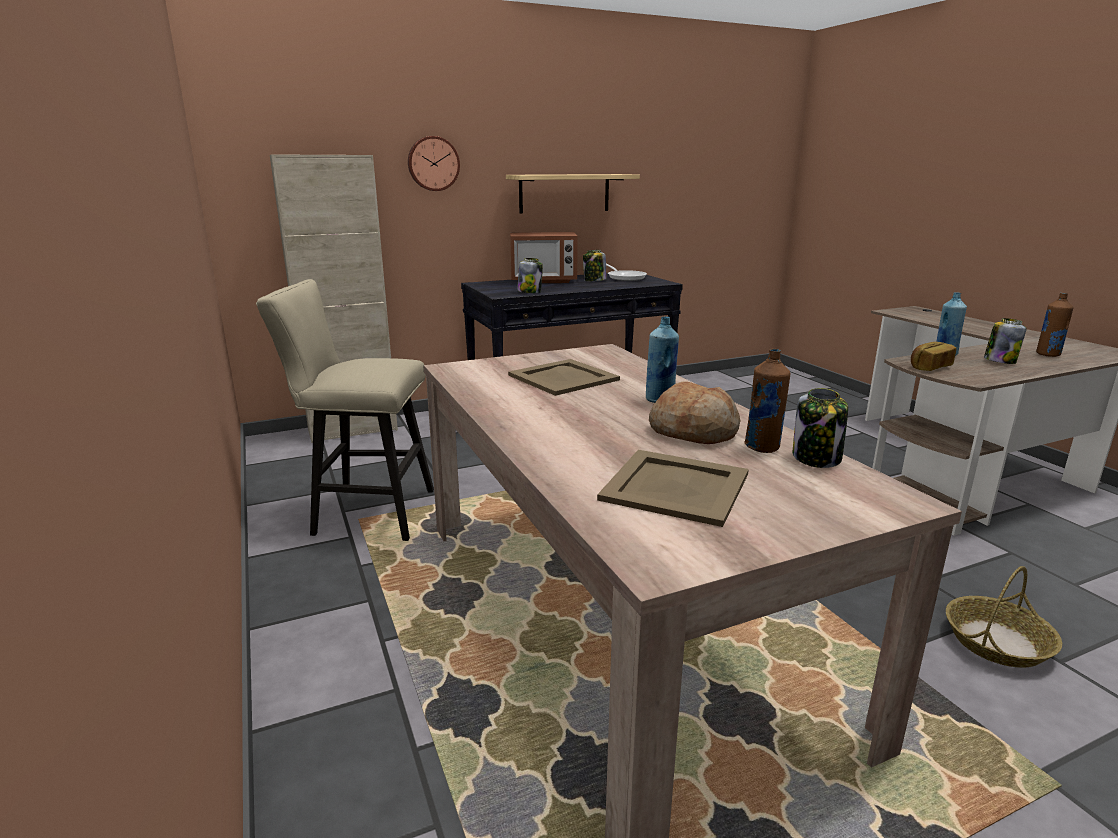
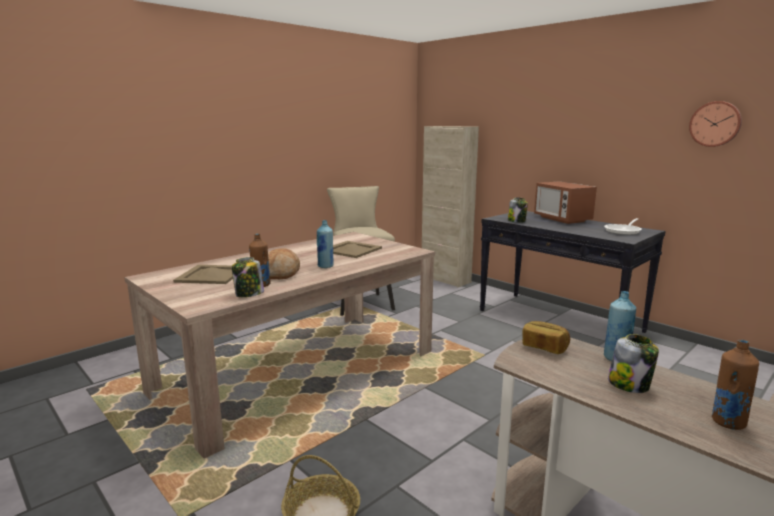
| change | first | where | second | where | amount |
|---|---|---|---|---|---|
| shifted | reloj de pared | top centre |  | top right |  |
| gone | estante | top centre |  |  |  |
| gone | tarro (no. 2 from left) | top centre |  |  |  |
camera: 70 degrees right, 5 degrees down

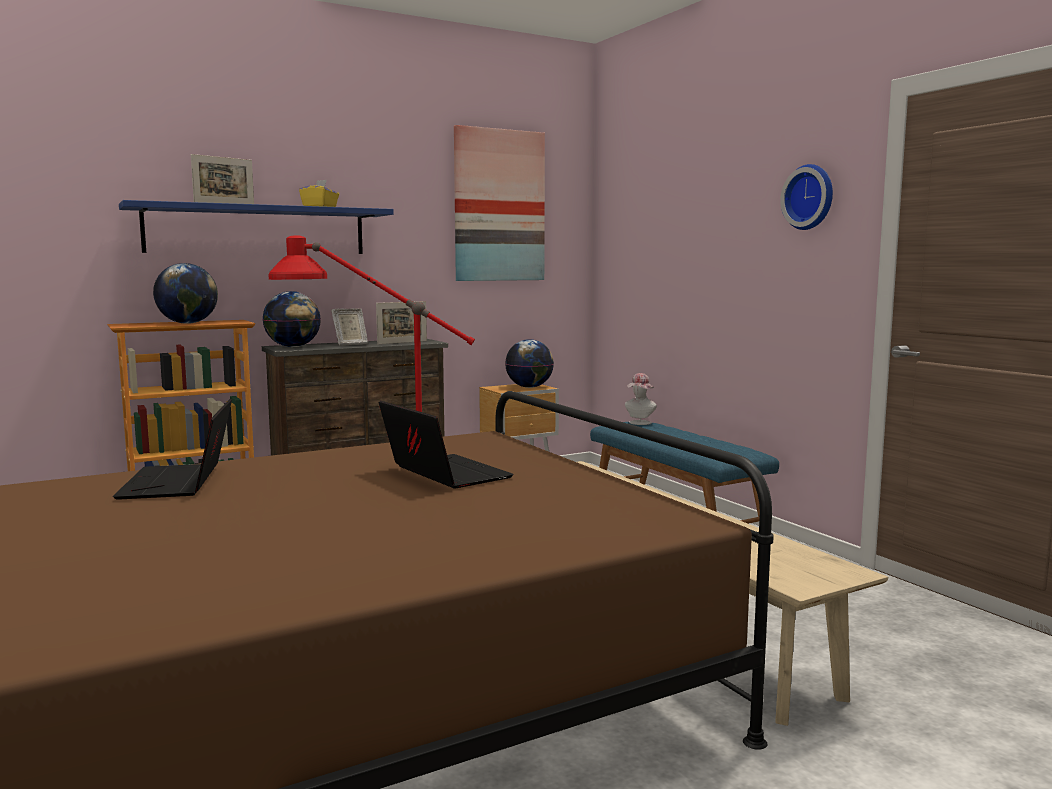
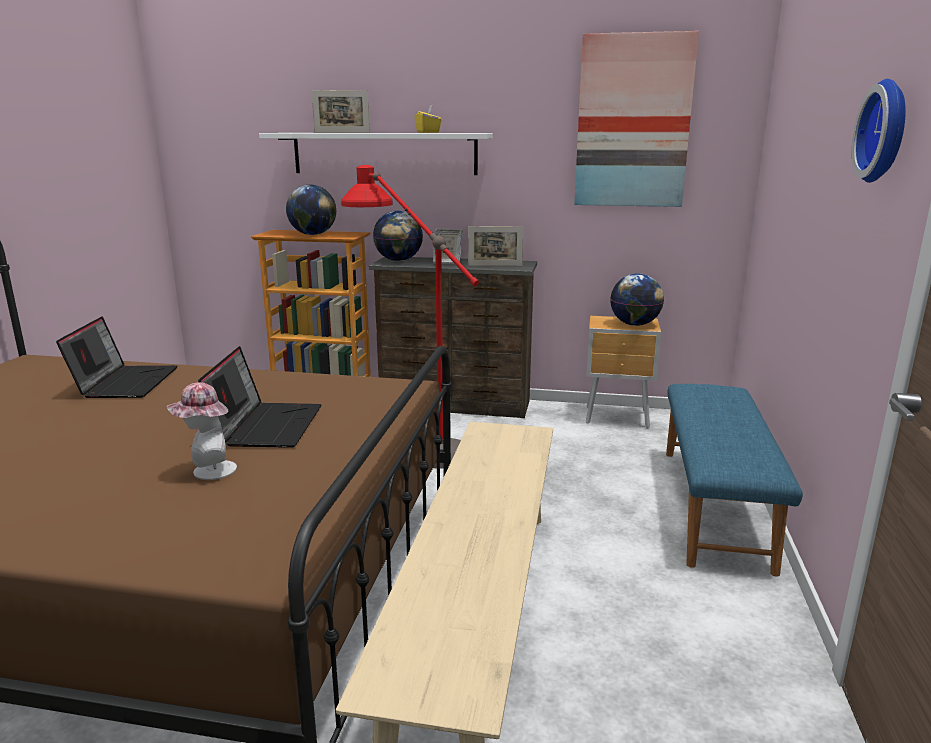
| change | first | where | second | where | amount |
|---|---|---|---|---|---|
| repainted | estante/azul | top left | estante/blanco | top centre |  |
| shifted | sombrero | centre |  | middle left |  |
| rotated | portátil (no. 1 from left) | middle left |  | middle left | 150 degrees clockwise |
camera: 40 degrees right, 10 degrees up

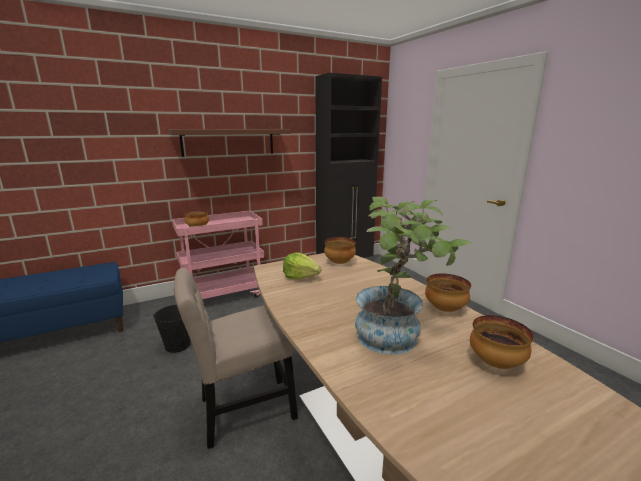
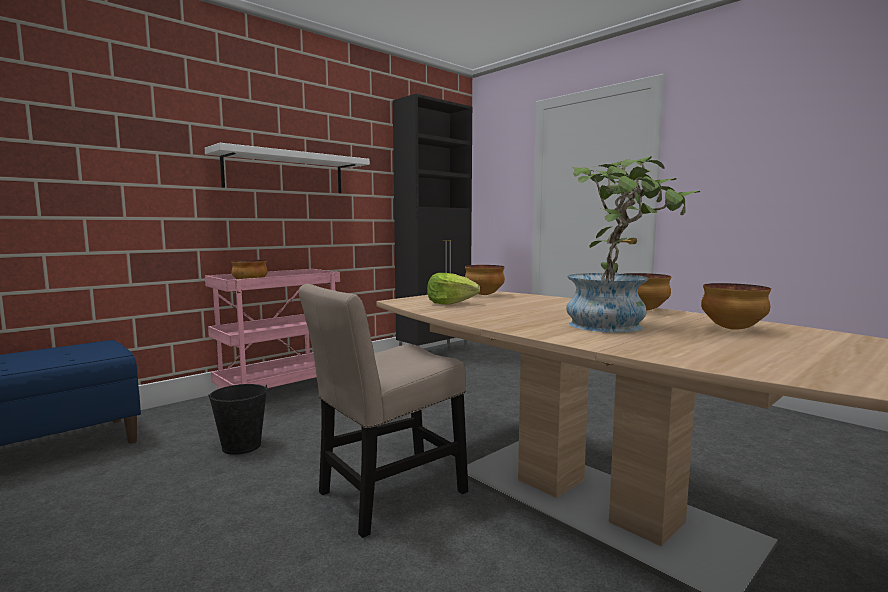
| change | first | where | second | where | amount |
|---|---|---|---|---|---|
| repainted | estante/marrón | top centre | estante/blanco | top left |  |
camera: 15 degrees left, 10 degrees down

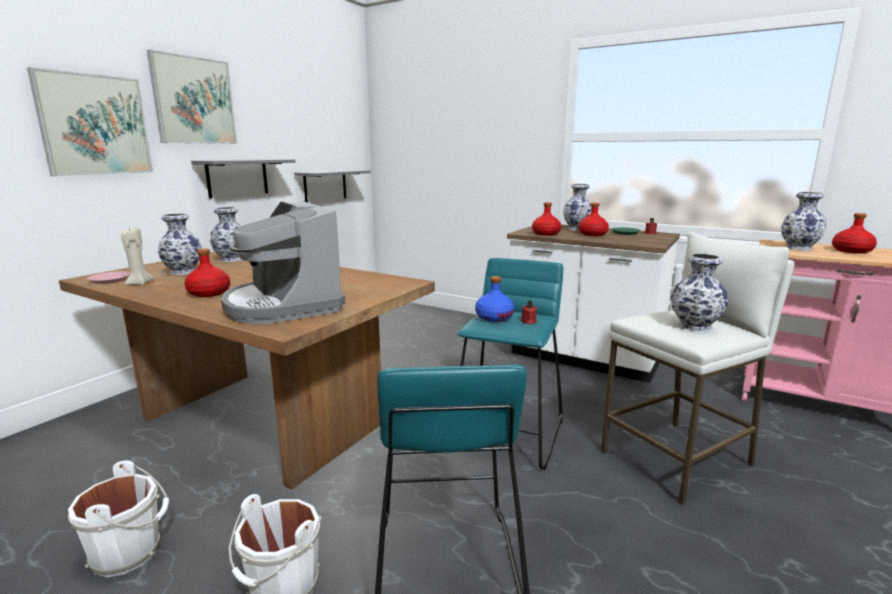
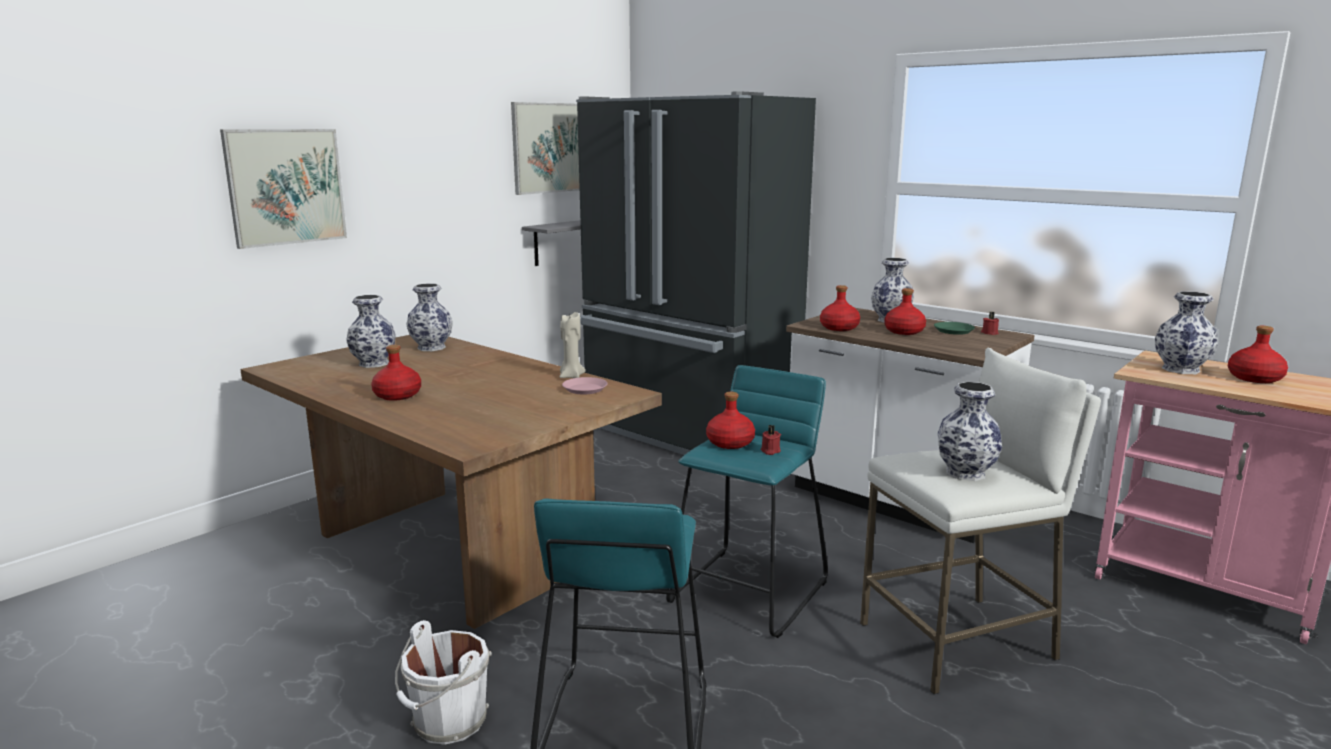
| change | first | where | second | where | amount |
|---|---|---|---|---|---|
| shifted | cuadro (no. 2 from left) | top left |  | top centre |  |
| gone | estante/gris (no. 1 from left) | top left |  |  |  |
| gone | cafetera | middle left |  |  |  |
| shifted | vela/beis | middle left |  | centre |  |
| shifted | plato/rosa | middle left |  | centre |  |
| repainted | botella/azul | centre | botella/rojo (no. 2 from left) | centre |  |
| gone | cubo/blanco (no. 1 from left) | bottom left |  |  |  |
| new |  |  | nevera/negro | centre |  |
camera: 10 degrees right, 0 degrees up

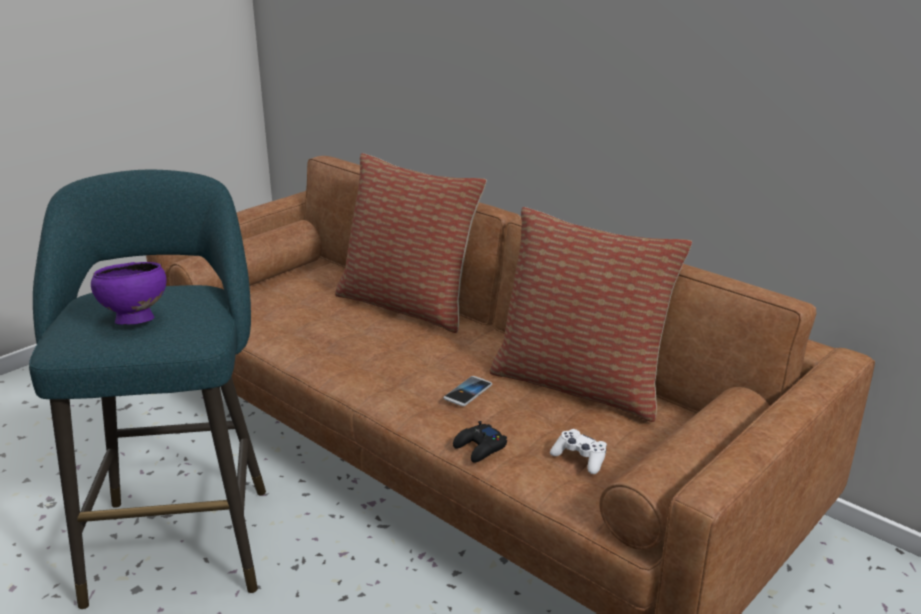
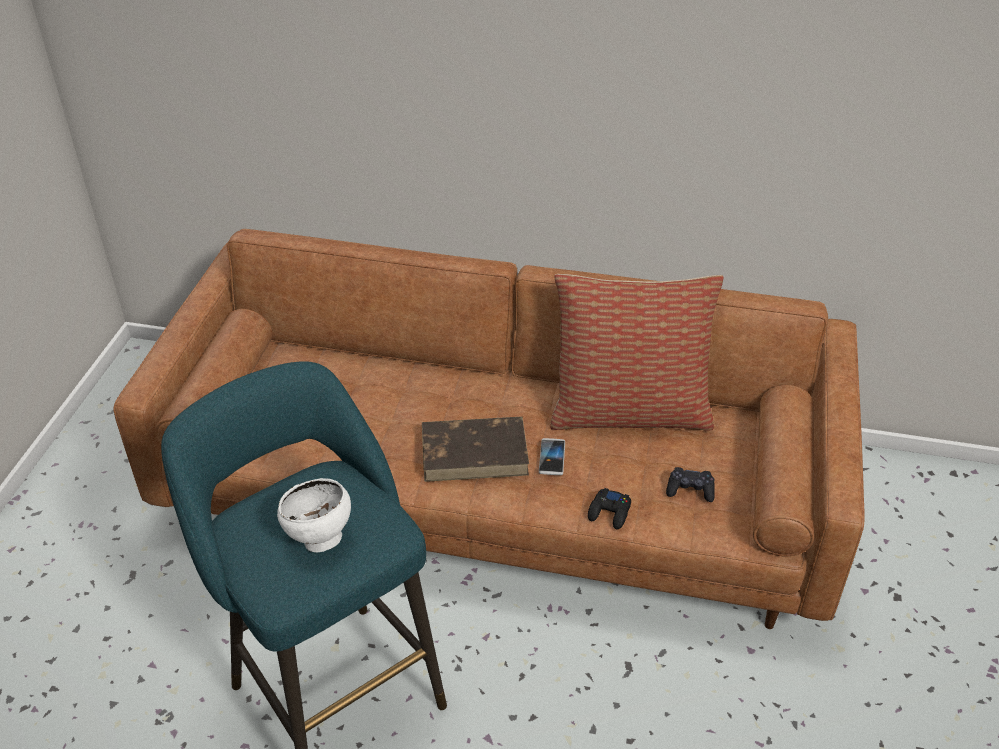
| change | first | where | second | where | amount |
|---|---|---|---|---|---|
| gone | cojín (no. 1 from left) | centre |  |  |  |
| repainted | cuenco/morado | middle left | cuenco/blanco | bottom left |  |
| repainted | mando de consola/blanco | bottom centre | mando de consola/negro (no. 2 from left) | middle right |  |
| new |  |  | libro/marrón | centre |  |
camera: 30 degrees left, 15 degrees up

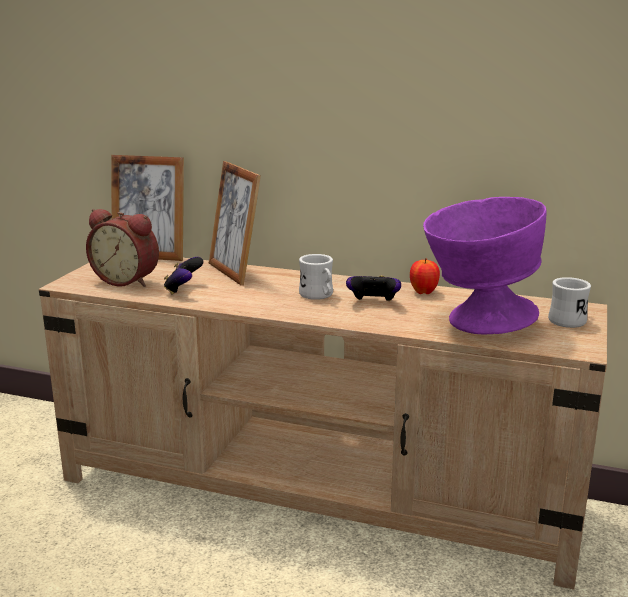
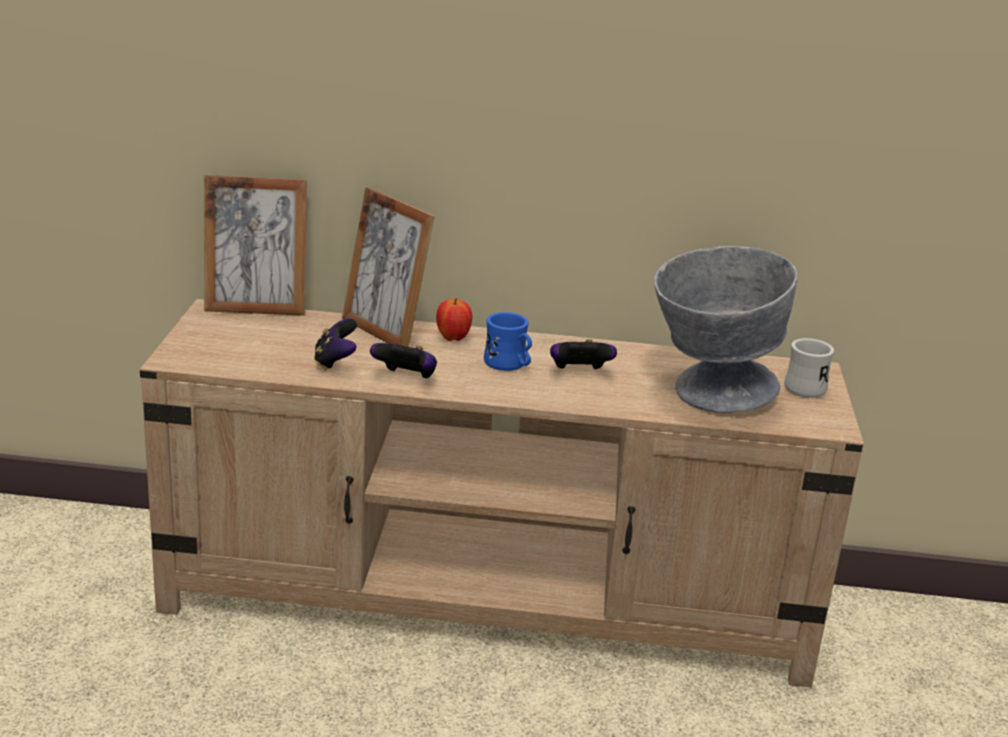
| change | first | where | second | where | amount |
|---|---|---|---|---|---|
| repainted | cuenco/morado | middle right | cuenco/gris | middle right |  |
| gone | despertador | middle left |  |  |  |
| repainted | taza grande/blanco (no. 1 from left) | centre | taza grande/azul | centre |  |
| shifted | manzana | middle right |  | centre |  |
| new |  |  | mando de consola (no. 2 from left) | centre |  |
camera: 15 degrees left, 5 degrees up

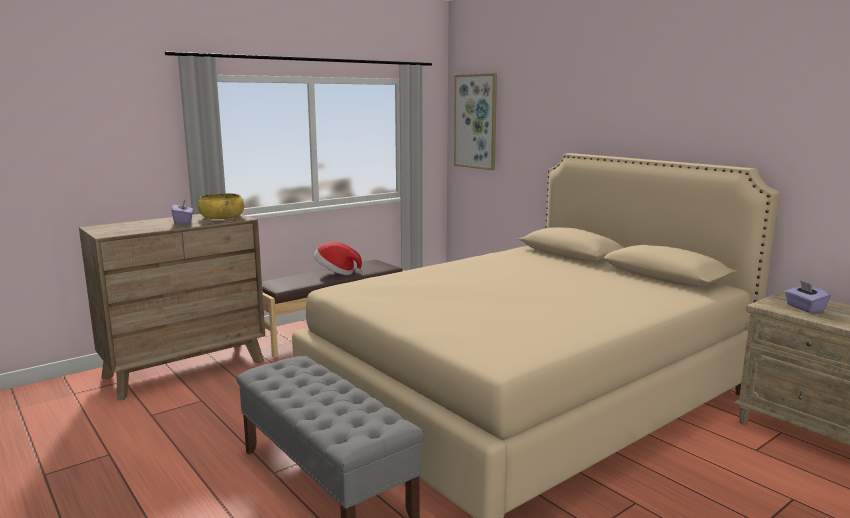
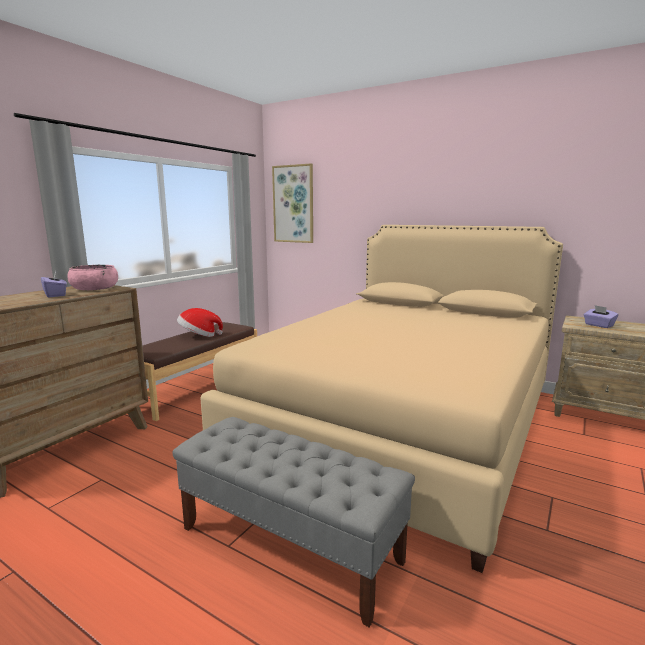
| change | first | where | second | where | amount |
|---|---|---|---|---|---|
| repainted | cuenco/amarillo | middle left | cuenco/rosa | middle left |  |
camera: 20 degrees left, 0 degrees up

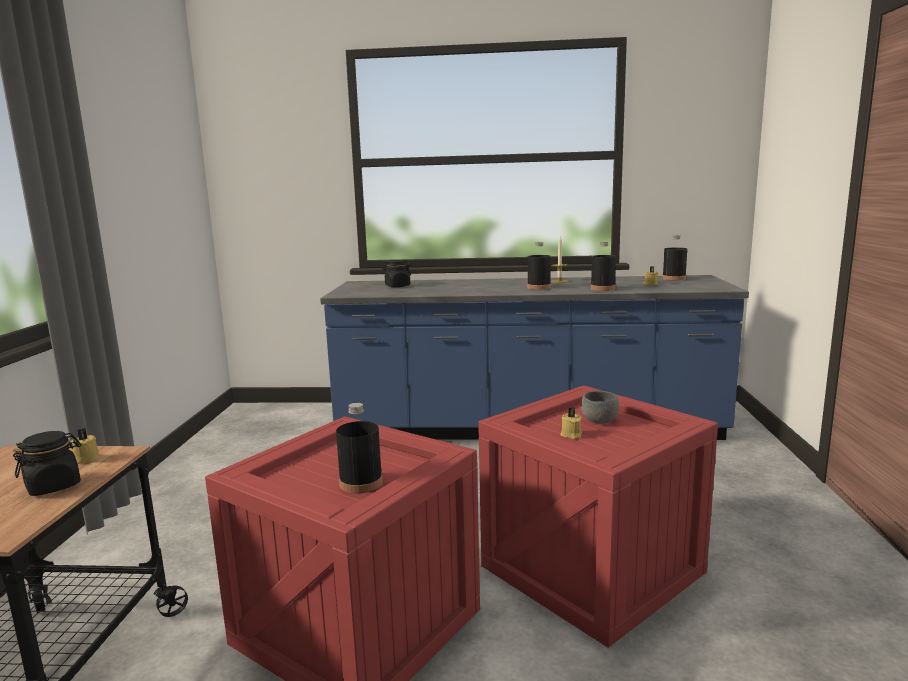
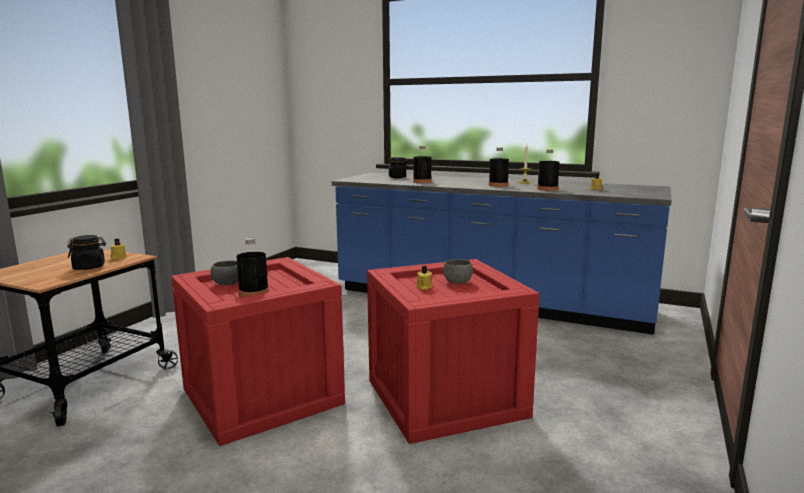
| change | first | where | second | where | amount |
|---|---|---|---|---|---|
| shifted | botella/negro (no. 4 from left in the first image) | middle right | botella/negro (no. 2 from left) | top centre |  |
| new |  |  | cuenco/gris (no. 1 from left) | middle left |  |
camera: 20 degrees right, 0 degrees up

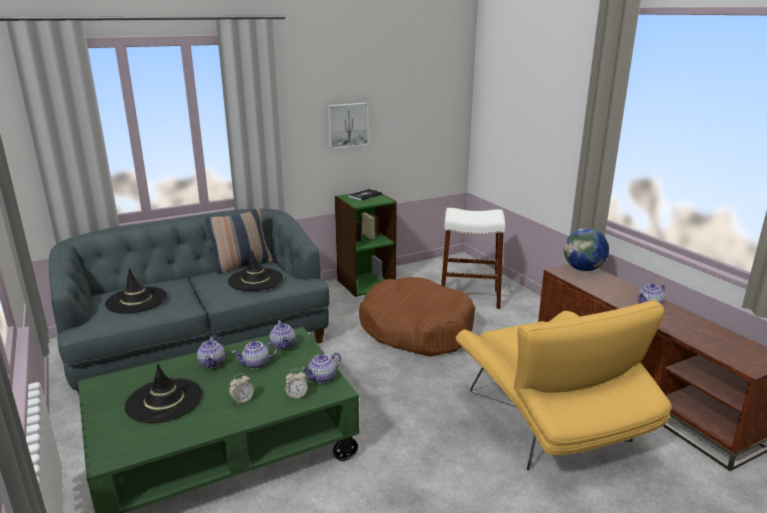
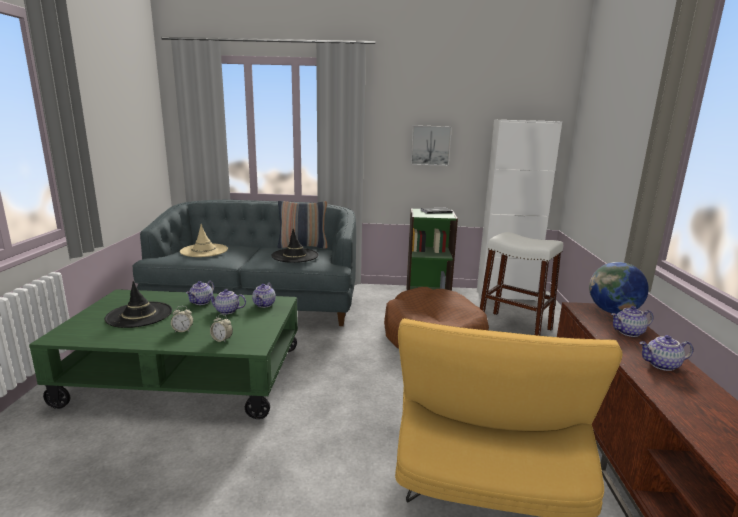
| change | first | where | second | where | amount |
|---|---|---|---|---|---|
| repainted | sombrero/negro (no. 1 from left) | middle left | sombrero/beis | middle left |  |
| shifted | tetera (no. 4 from left) | bottom centre |  | middle right |  |
| new |  |  | armario/blanco | middle right |  |
camera: 30 degrees right, 5 degrees down

